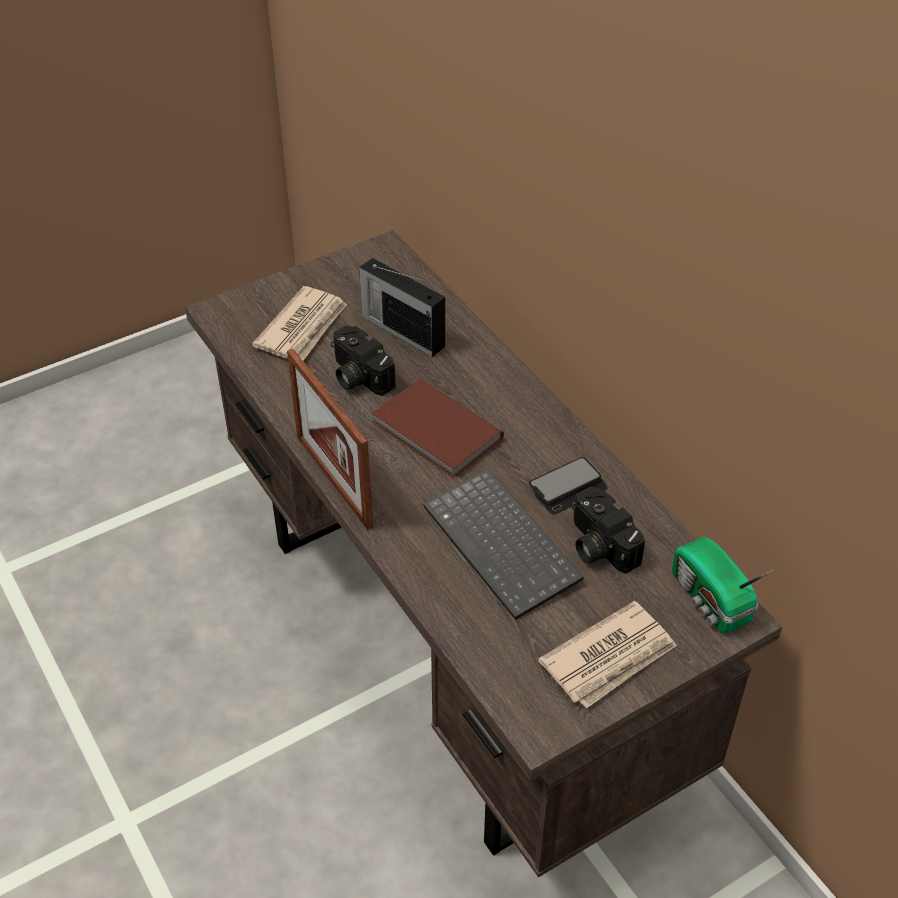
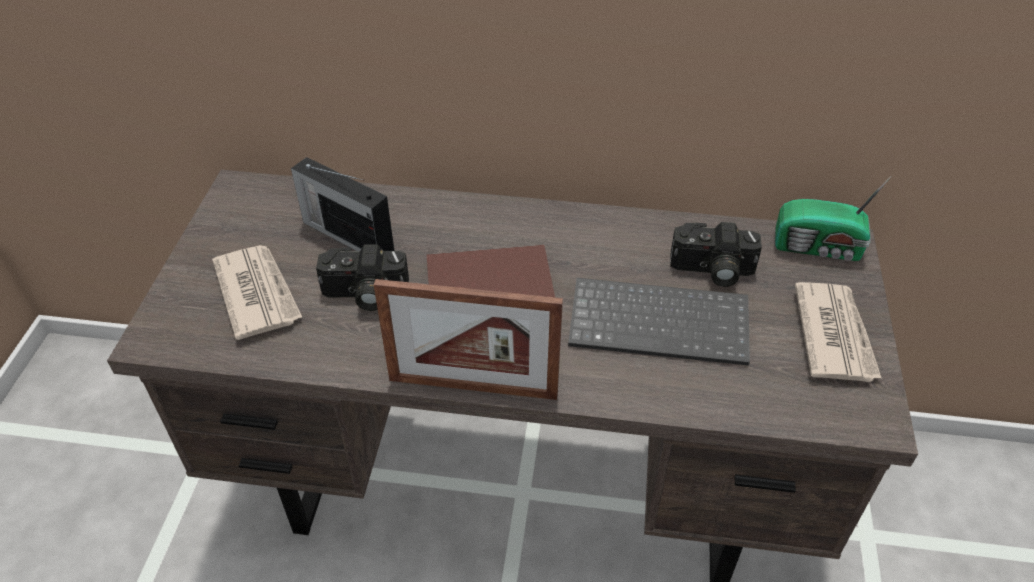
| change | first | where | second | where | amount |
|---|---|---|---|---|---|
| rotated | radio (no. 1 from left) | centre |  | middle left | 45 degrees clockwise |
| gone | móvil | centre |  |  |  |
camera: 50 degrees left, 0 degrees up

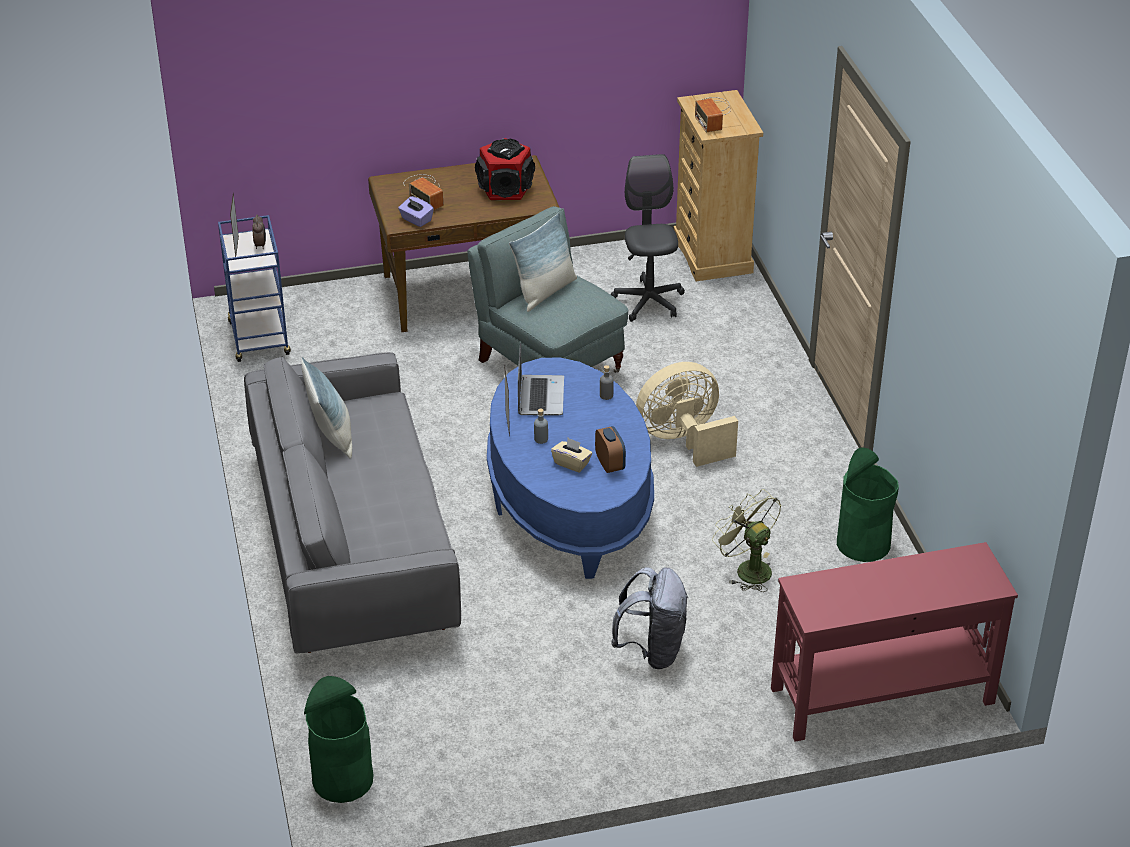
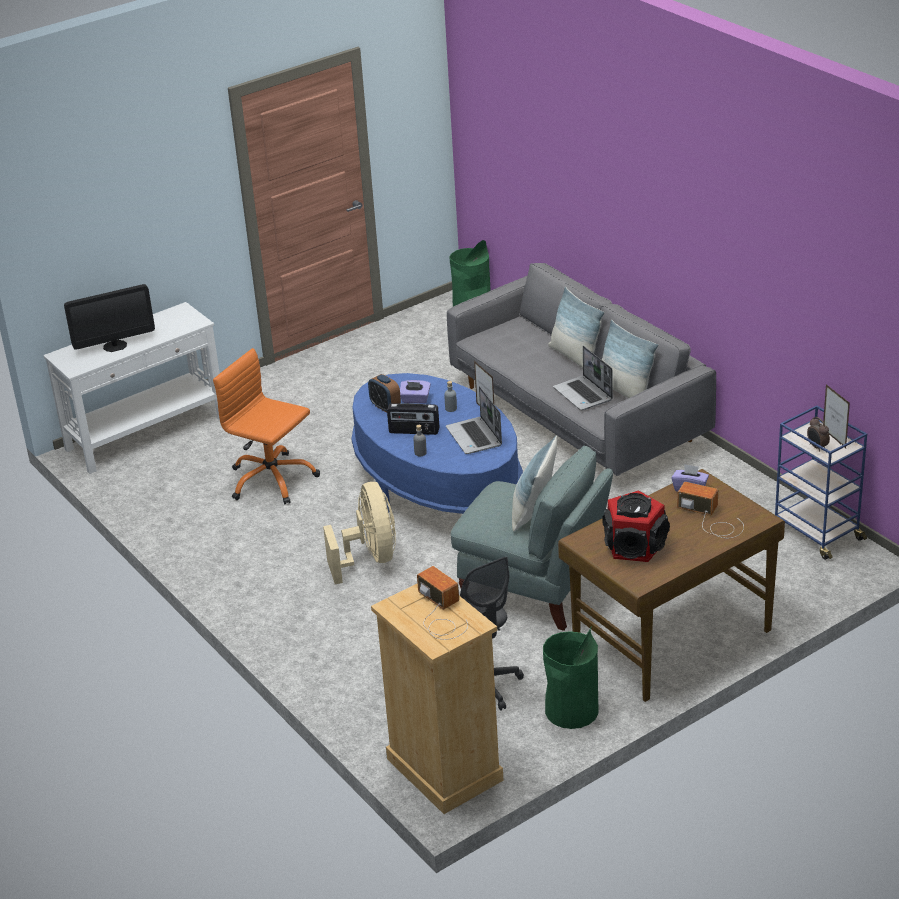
| change | first | where | second | where | amount |
|---|---|---|---|---|---|
| rotated | ventilador/beis | centre |  | centre | 60 degrees counterclockwise |
| repainted | caja de pañuelos/beis | centre | caja de pañuelos/morado (no. 1 from left) | centre |  |
| shifted | papelera/verde (no. 2 from left) | middle right |  | bottom centre |  |
| swapped | ventilador/verde | centre | silla de oficina/naranja | middle left |  |
| repainted | mesa consola/rojo | bottom right | mesa consola/blanco | middle left |  |
| gone | mochila/gris | bottom centre |  |  |  |
| new |  |  | monitor | middle left |  |
| new |  |  | cojín (no. 2 from left) | centre |  |
| new |  |  | portátil (no. 2 from left) | centre |  |
| new |  |  | radio (no. 1 from left) | centre |  |
camera: 160 degrees right, 5 degrees down

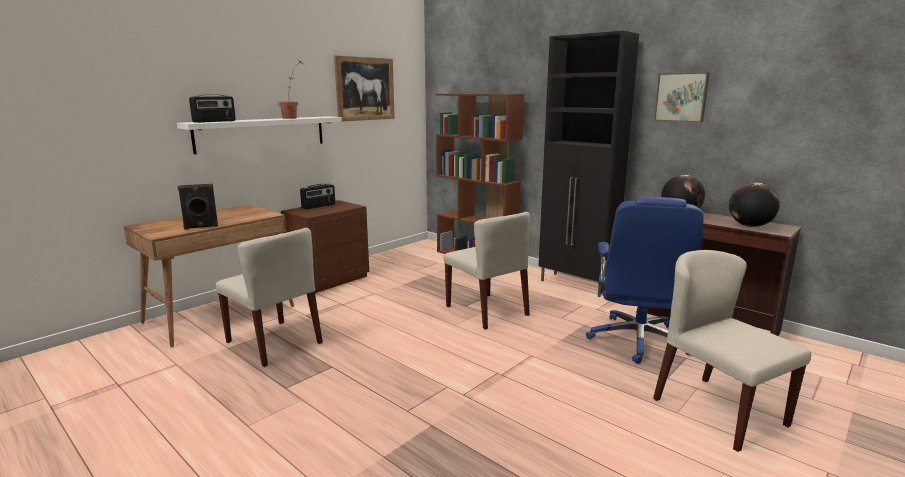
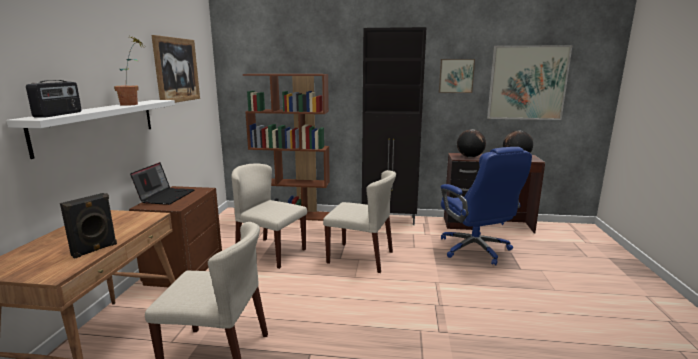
| change | first | where | second | where | amount |
|---|---|---|---|---|---|
| swapped | radio (no. 2 from left) | centre | portátil | middle left |  |
| shifted | silla/beis (no. 3 from left in the first image) | bottom right | silla/beis (no. 2 from left) | centre |  |
| new |  |  | cuadro (no. 3 from left) | top right |  |
camera: 35 degrees left, 0 degrees up

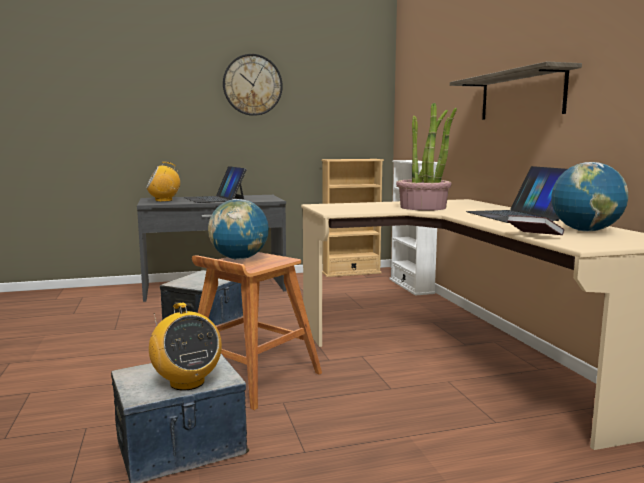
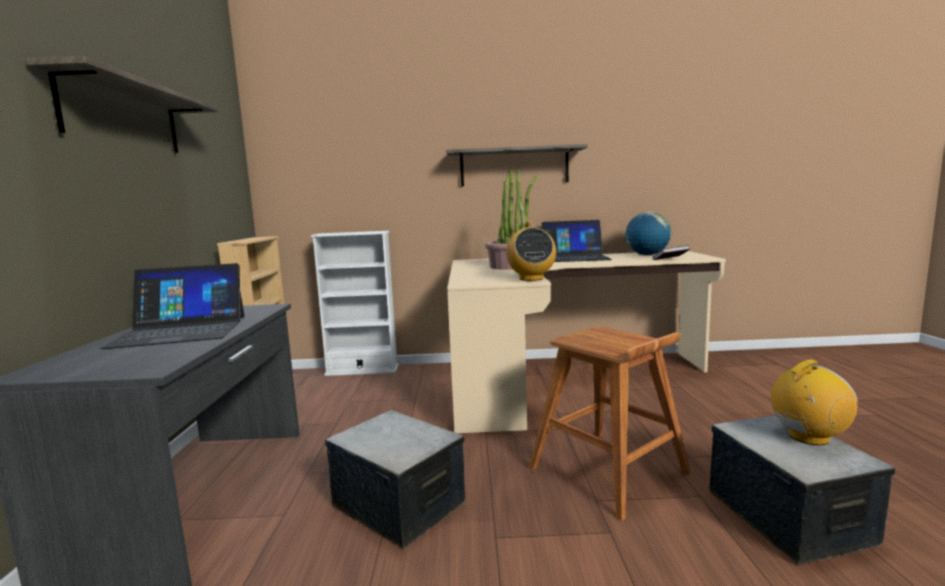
| change | first | where | second | where | amount |
|---|---|---|---|---|---|
| swapped | reloj de pared | top centre | estante (no. 1 from left) | top left |  |
| shifted | radio (no. 1 from left) | middle left |  | centre |  |
| gone | globo terráqueo (no. 1 from left) | centre |  |  |  |
camera: 75 degrees left, 0 degrees up

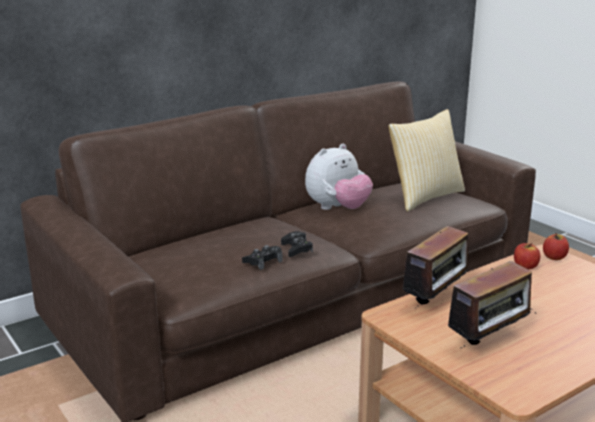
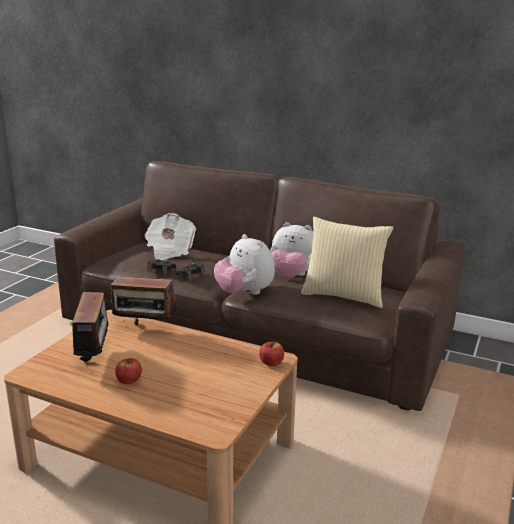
| change | first | where | second | where | amount |
|---|---|---|---|---|---|
| shifted | manzana (no. 1 from left) | middle right |  | bottom left |  |
| rotated | radio (no. 2 from left in the first image) | bottom right | radio (no. 1 from left) | middle left | 120 degrees counterclockwise |
| new |  |  | periódico | middle left |  |
| new |  |  | peluche (no. 1 from left) | centre |  |
camera: 60 degrees right, 0 degrees up

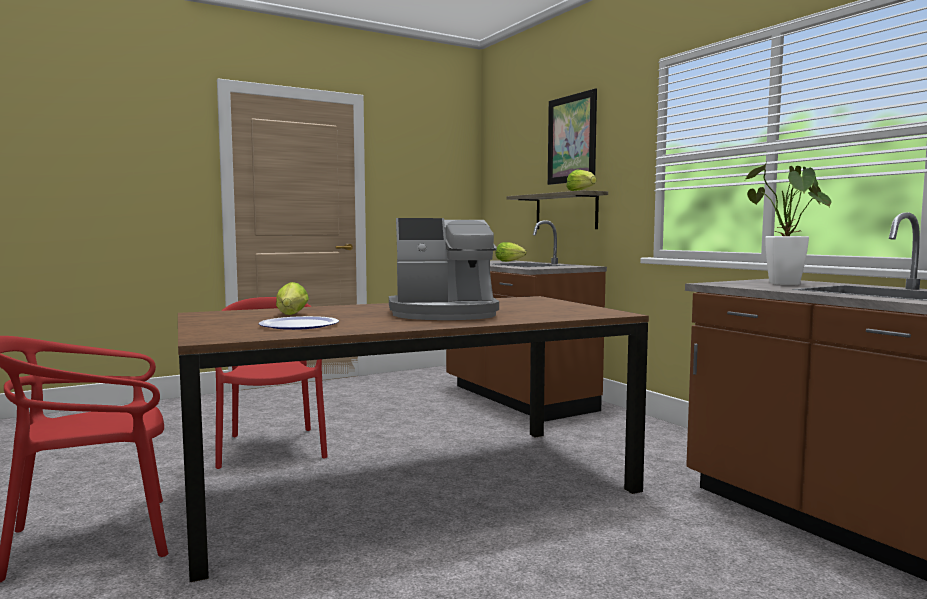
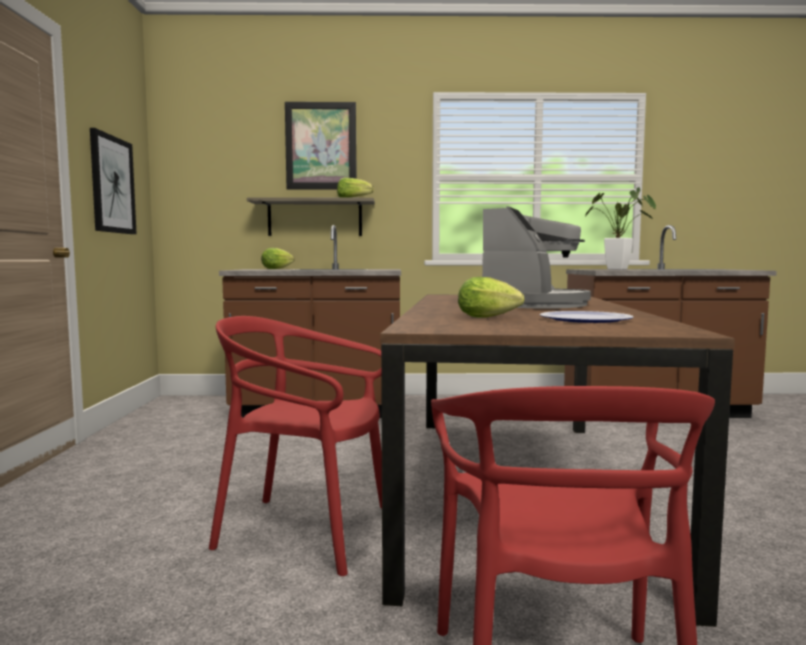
| change | first | where | second | where | amount |
|---|---|---|---|---|---|
| new |  |  | cuadro (no. 1 from left) | top left |  |
camera: 60 degrees left, 0 degrees up

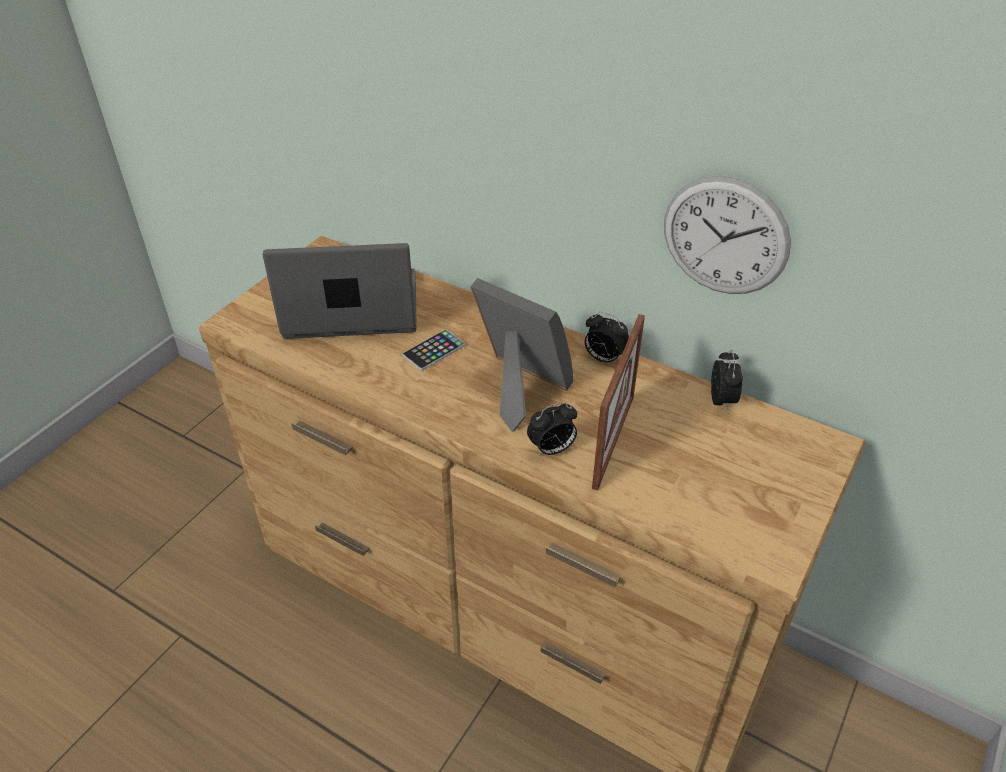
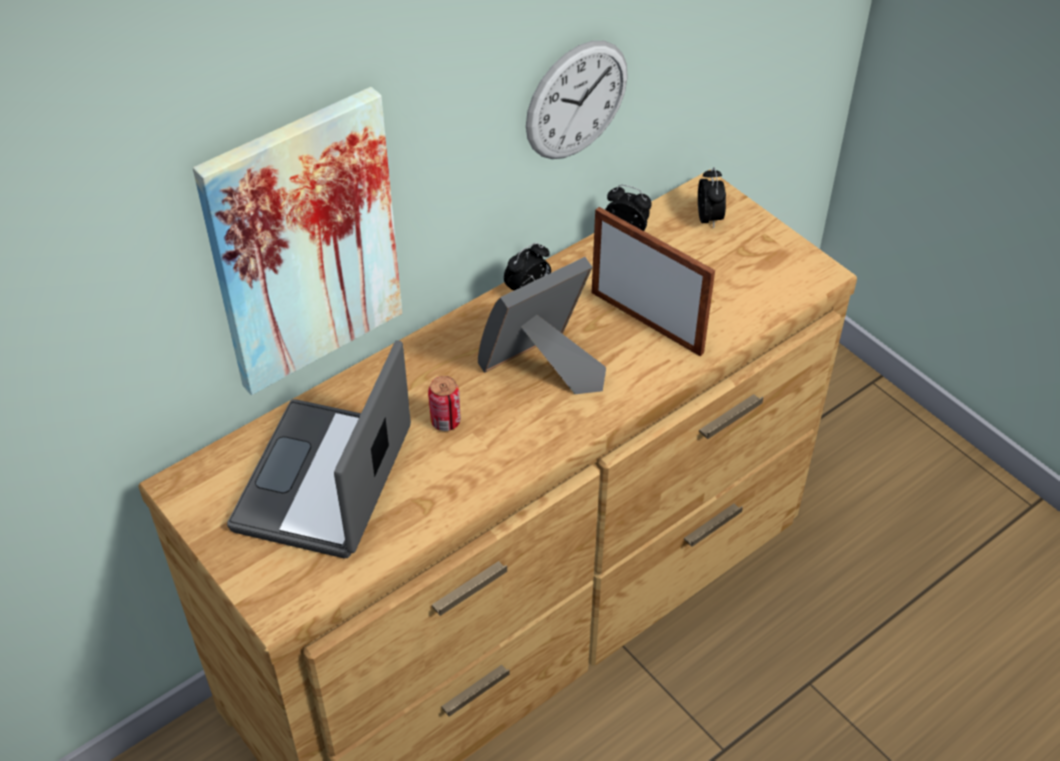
| change | first | where | second | where | amount |
|---|---|---|---|---|---|
| swapped | móvil | centre | lata | centre |  |
| shifted | despertador (no. 1 from left in the first image) | centre | despertador (no. 3 from left) | top right |  |
| new |  |  | cuadro | top left |  |
camera: 70 degrees left, 5 degrees up

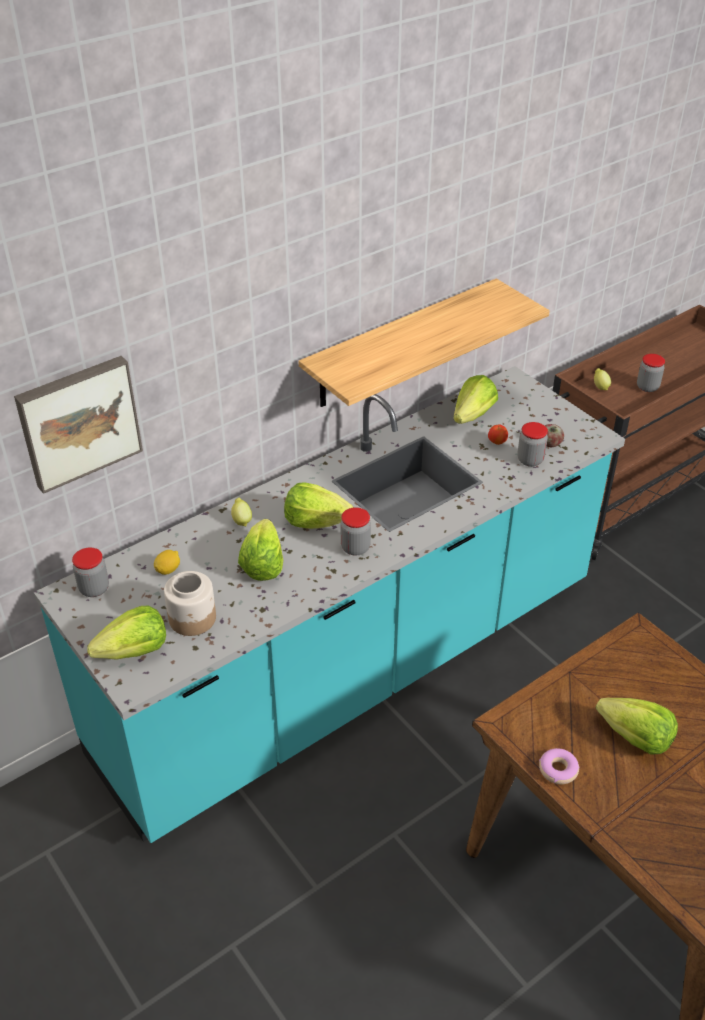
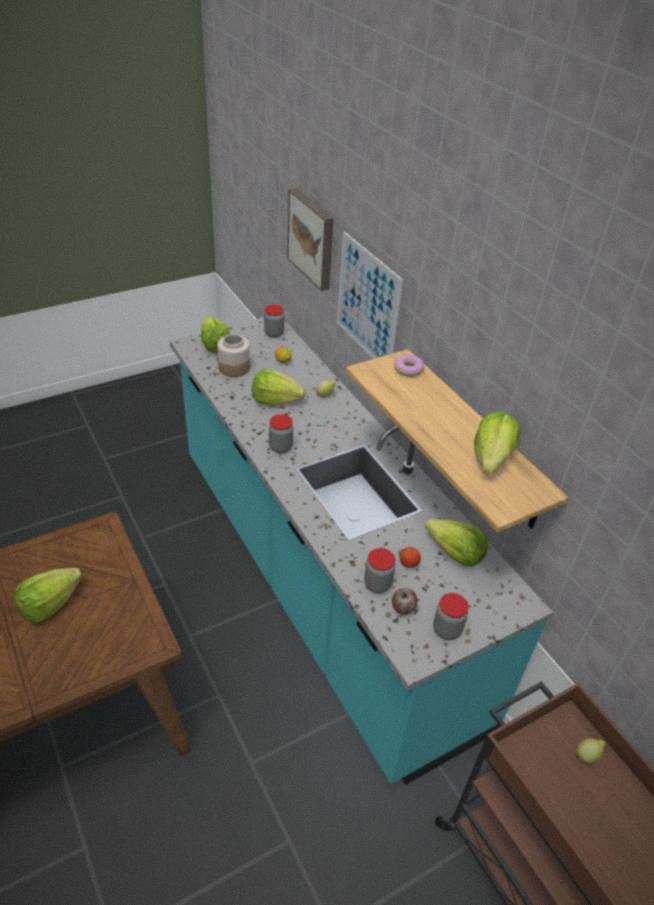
| change | first | where | second | where | amount |
|---|---|---|---|---|---|
| shifted | tarro (no. 5 from left) | middle right |  | bottom right |  |
| shifted | lechuga (no. 3 from left in the first image) | centre | lechuga (no. 5 from left) | middle right |  |
| shifted | rosquilla | bottom right |  | centre |  |
| new |  |  | cuadro (no. 2 from left) | top centre |  |
camera: 95 degrees right, 0 degrees up

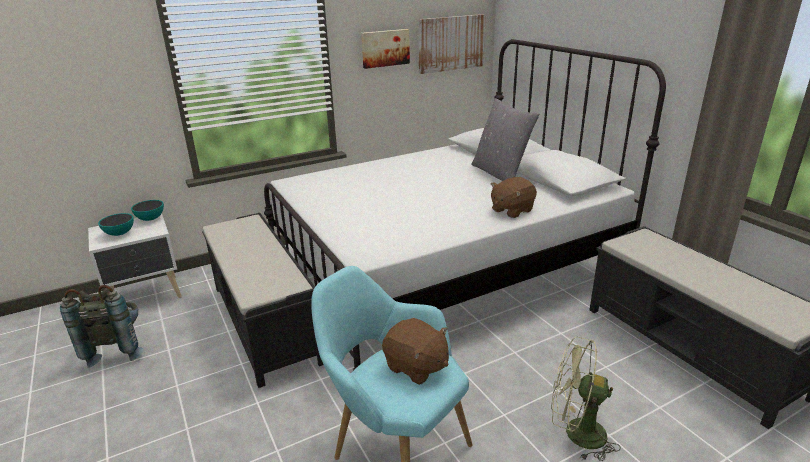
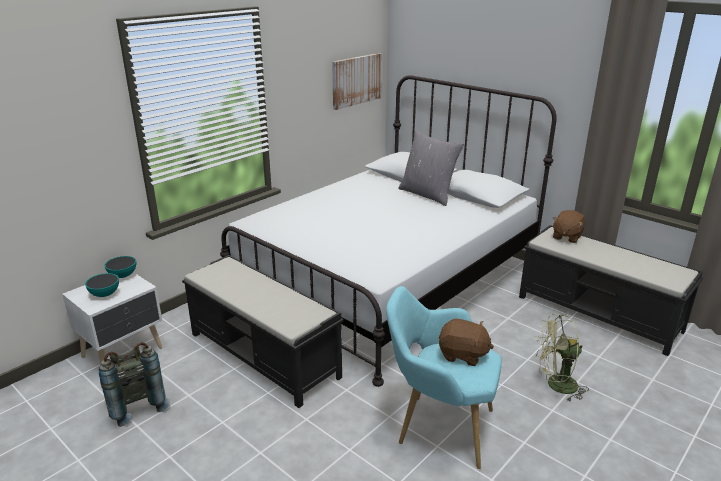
| change | first | where | second | where | amount |
|---|---|---|---|---|---|
| gone | cuadro (no. 1 from left) | top centre |  |  |  |
| shifted | peluche/marrón (no. 2 from left) | centre |  | middle right |  |
camera: 20 degrees left, 0 degrees up

